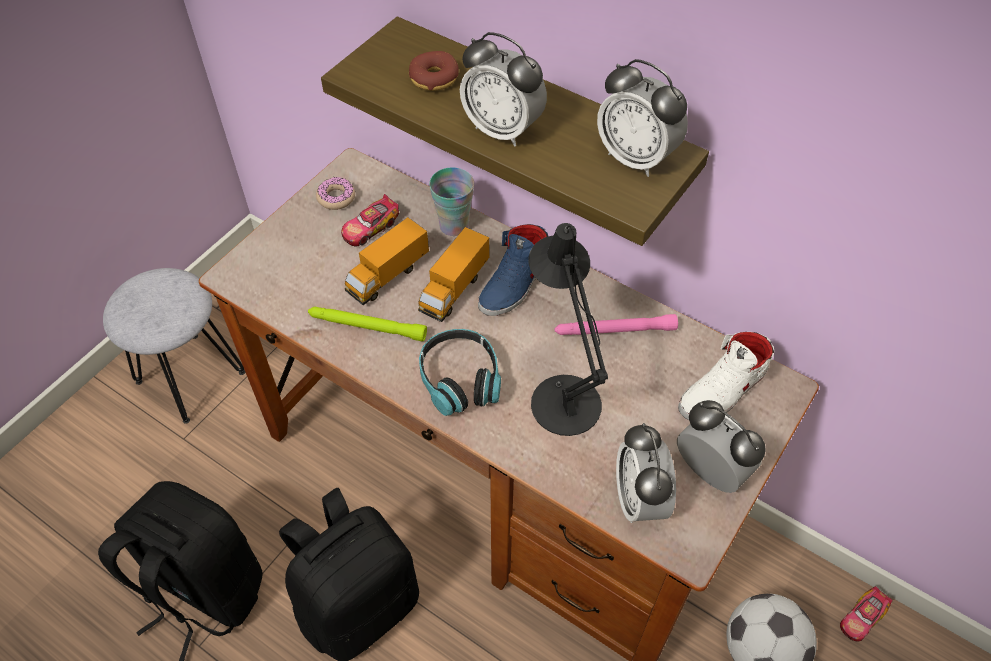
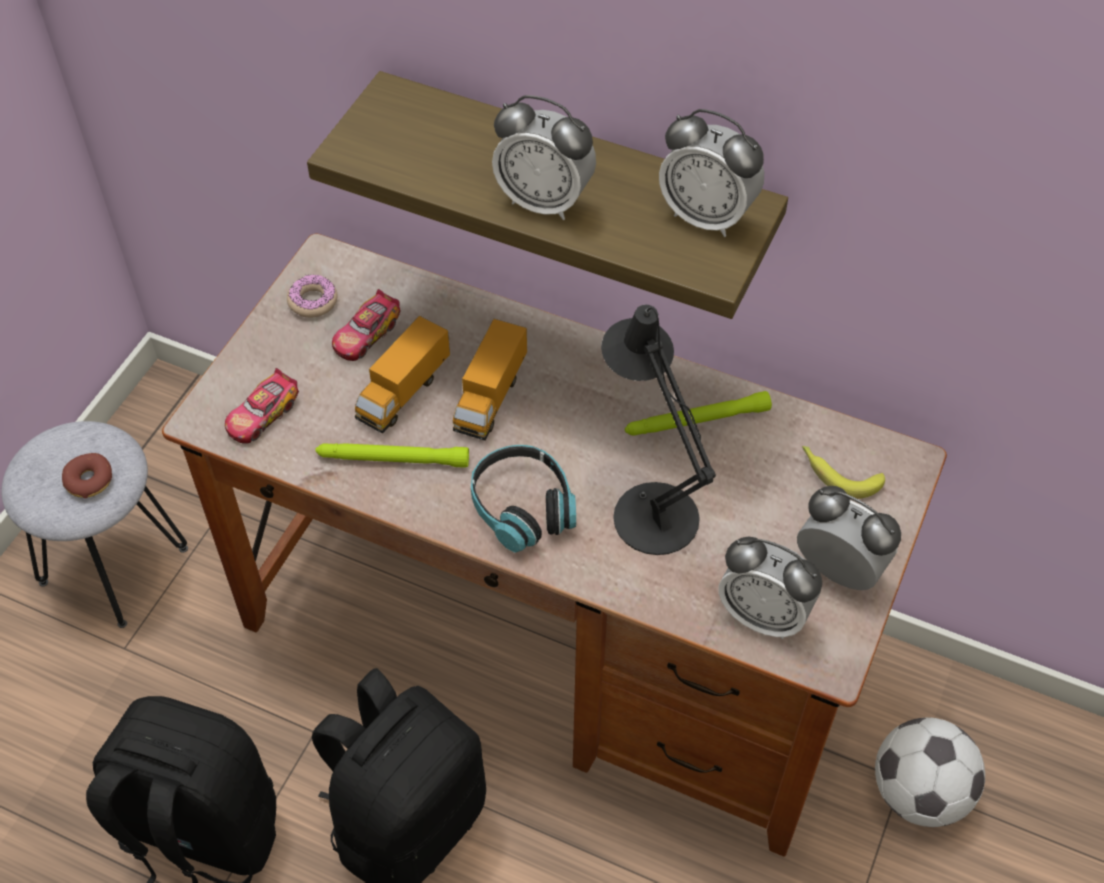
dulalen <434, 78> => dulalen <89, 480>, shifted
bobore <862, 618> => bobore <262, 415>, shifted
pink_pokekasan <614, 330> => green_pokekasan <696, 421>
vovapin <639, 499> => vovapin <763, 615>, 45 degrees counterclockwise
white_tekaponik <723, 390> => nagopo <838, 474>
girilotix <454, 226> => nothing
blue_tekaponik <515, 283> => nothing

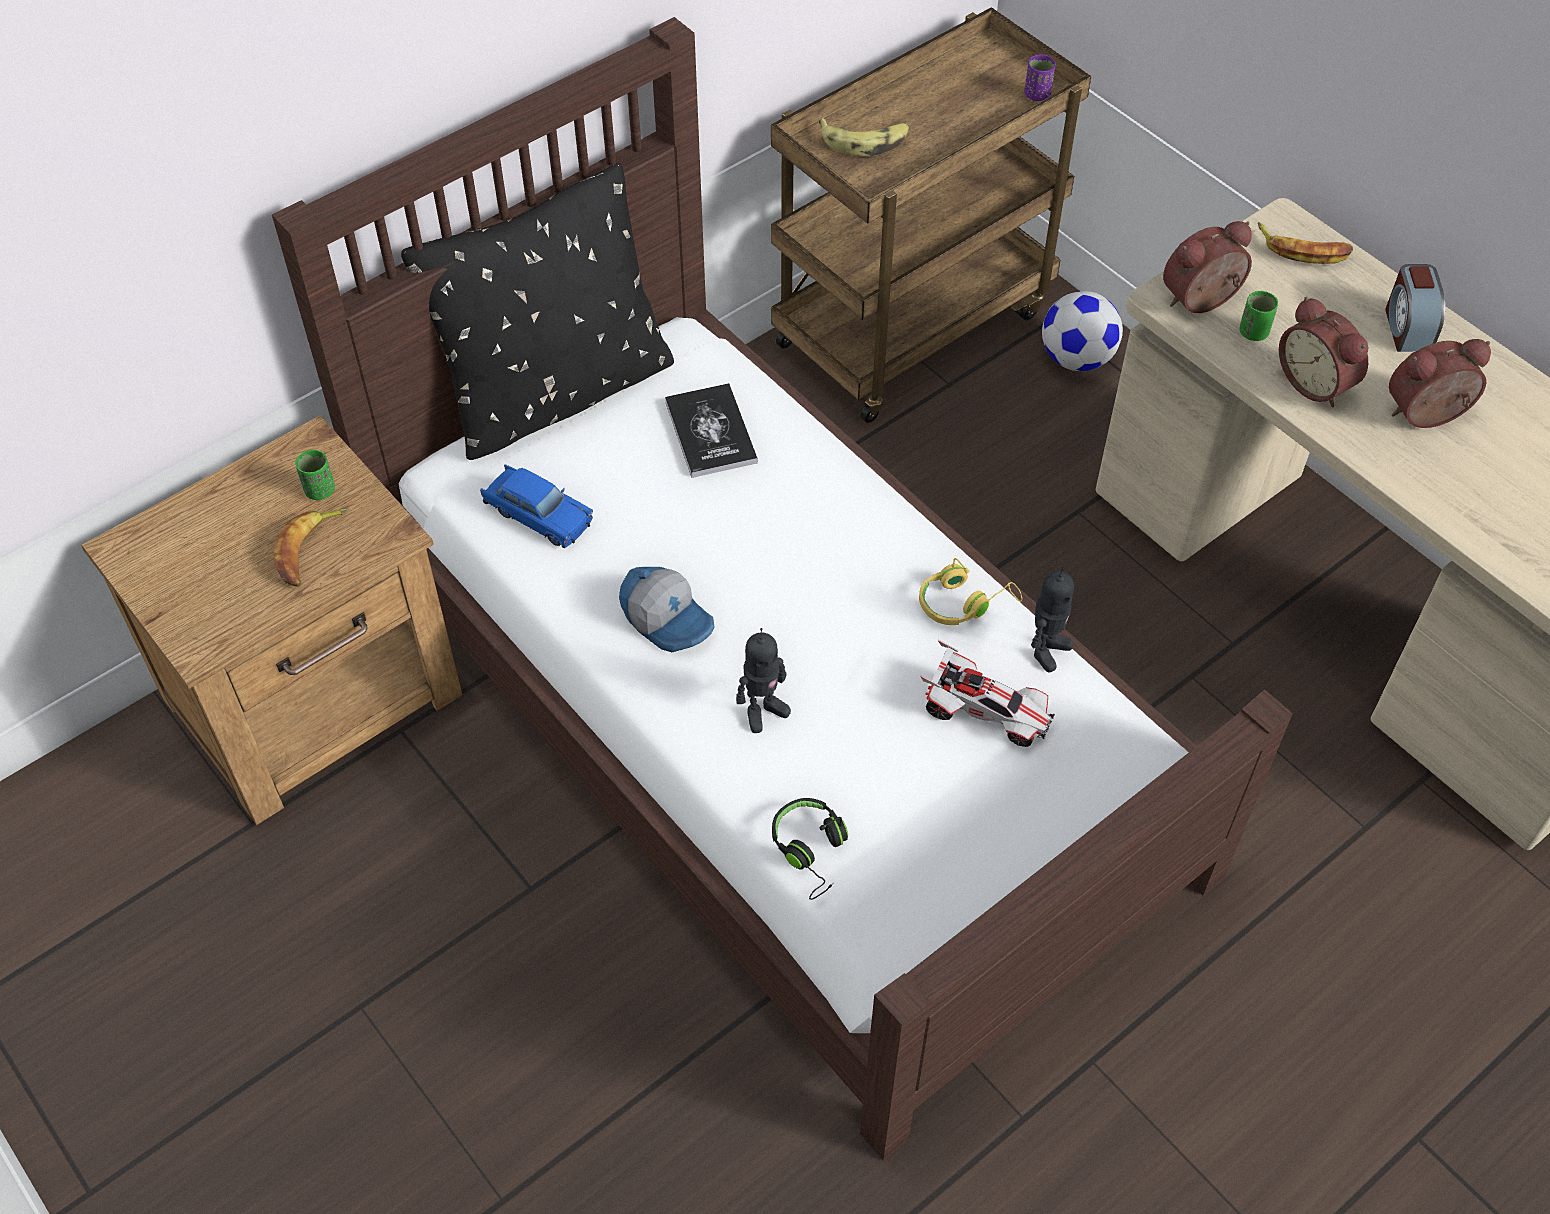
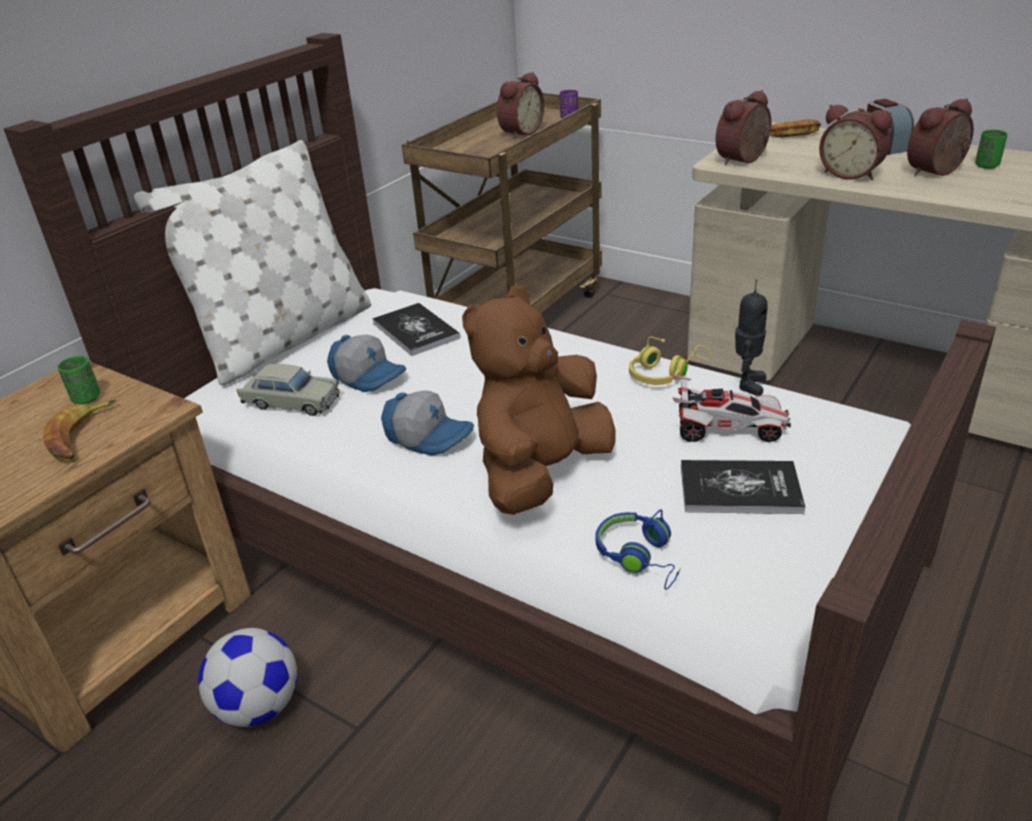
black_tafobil <558, 394> => white_tafobil <285, 339>
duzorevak <1077, 358> => duzorevak <259, 707>, shifted
blue_bobore <538, 514> => beige_bobore <291, 402>
nothing => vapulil <369, 376>
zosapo <763, 711> => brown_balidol <541, 473>
nothing => vovapin <519, 133>
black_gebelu <811, 850> => blue_gebelu <640, 557>
nothing => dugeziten <740, 489>
green_girilotix <1253, 332> => green_girilotix <987, 166>, shifted
nagopo <865, 141> => nothing

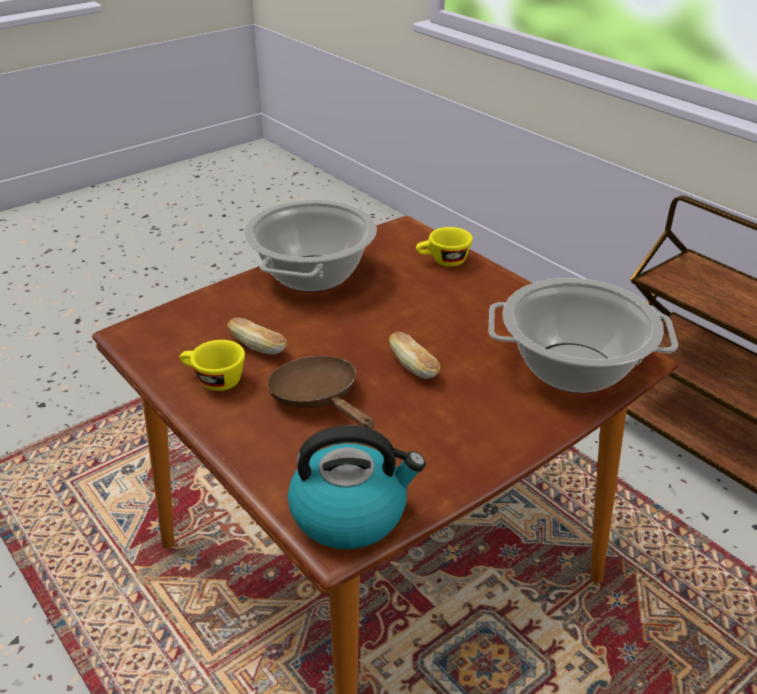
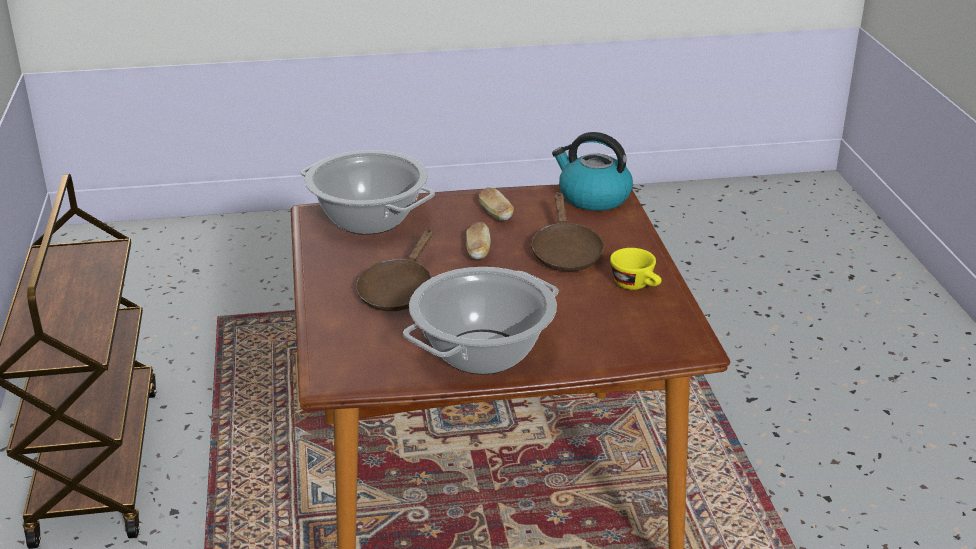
nothing => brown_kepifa <398, 291>
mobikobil <258, 347> => mobikobil <495, 215>, shifted
yellow_girilotix <443, 261> => nothing

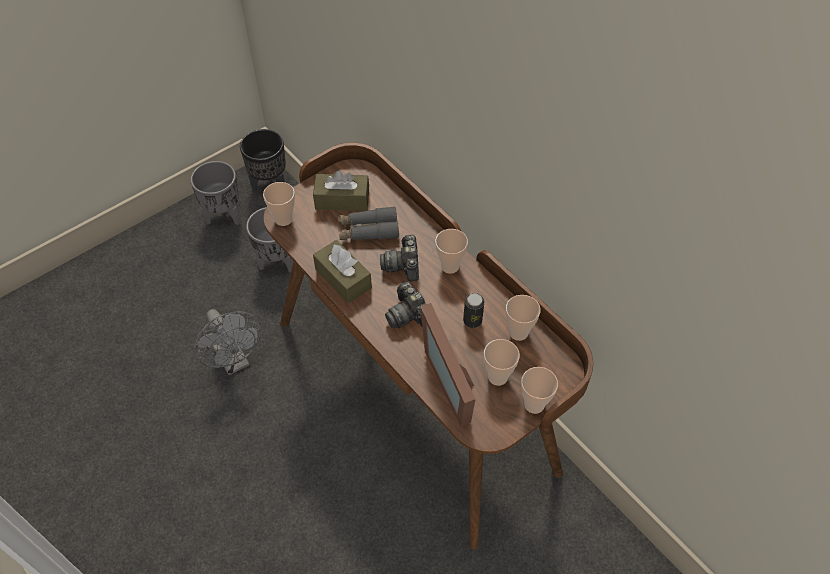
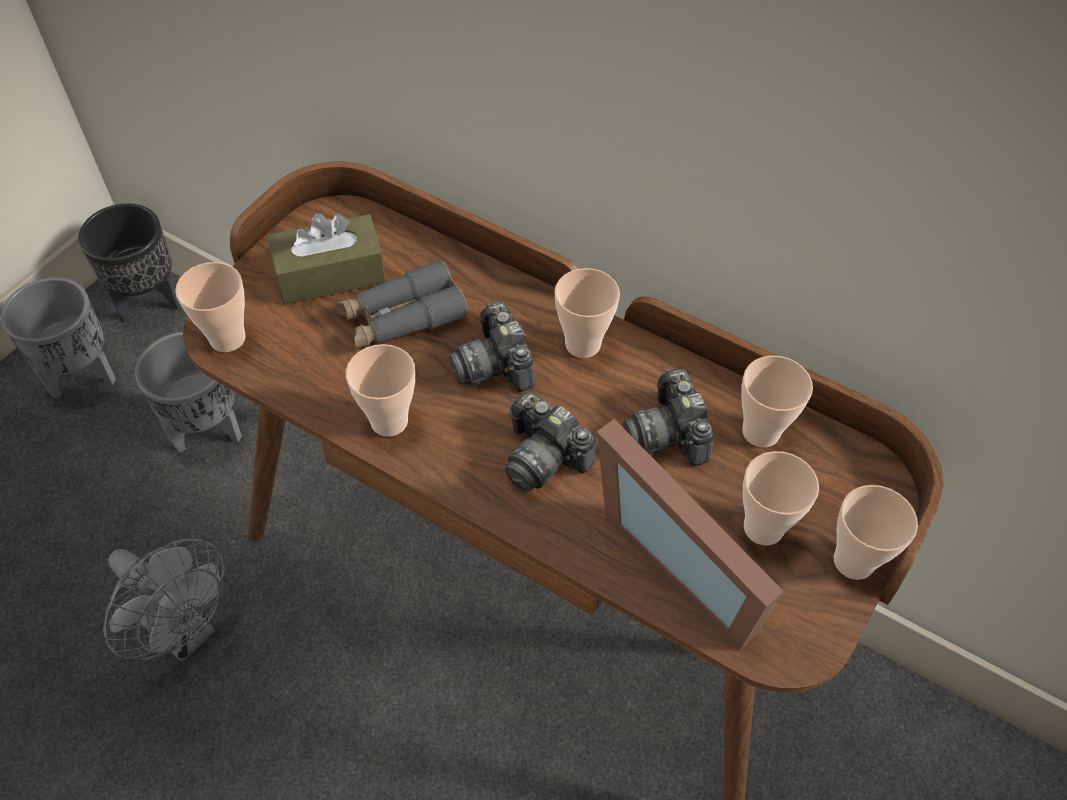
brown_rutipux <343, 278> => girilotix <389, 421>
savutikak <472, 320> => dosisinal <668, 434>

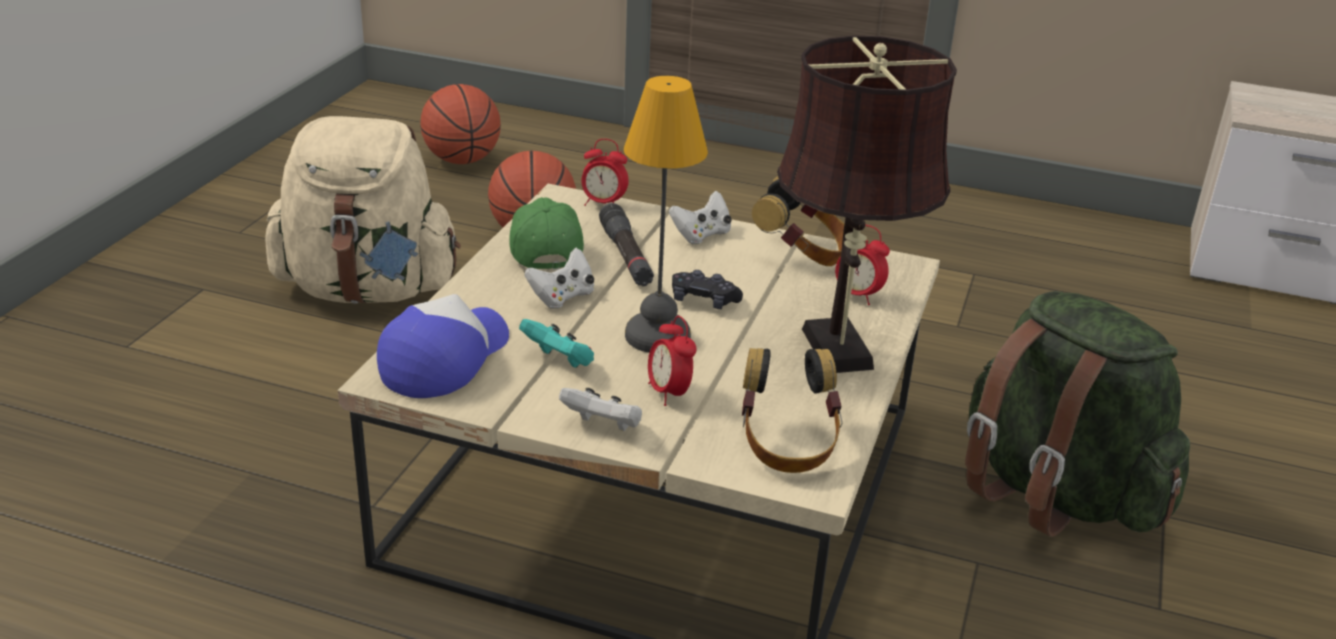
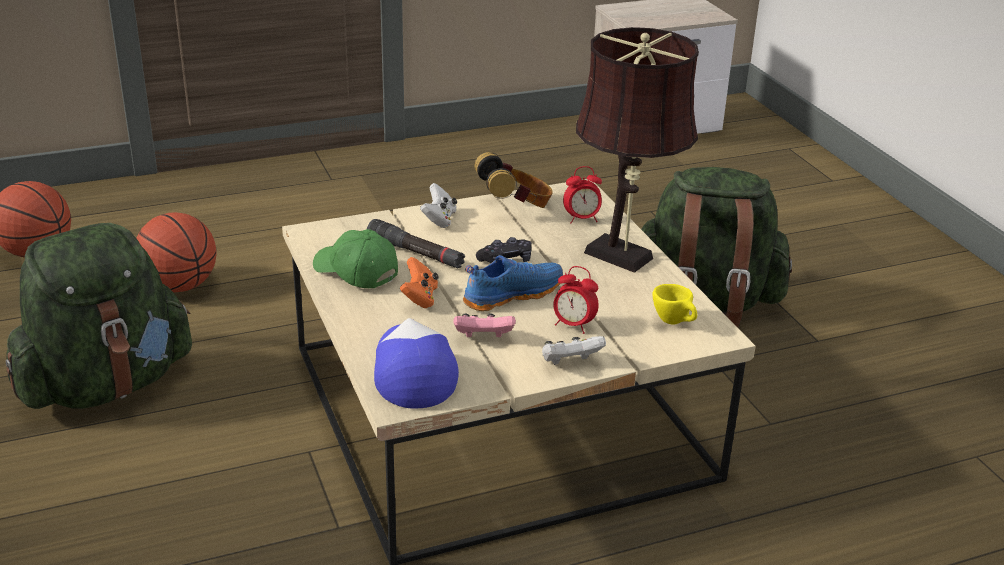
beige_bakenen <368, 289> => green_bakenen <107, 384>
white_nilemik <562, 297> => orange_nilemik <420, 298>
turquoise_nilemik <559, 361> => pink_nilemik <483, 338>
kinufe <656, 334> => blue_tekaponik <511, 294>
gebelu <787, 445> => yellow_girilotix <675, 322>
vovapin <603, 204> => nothing

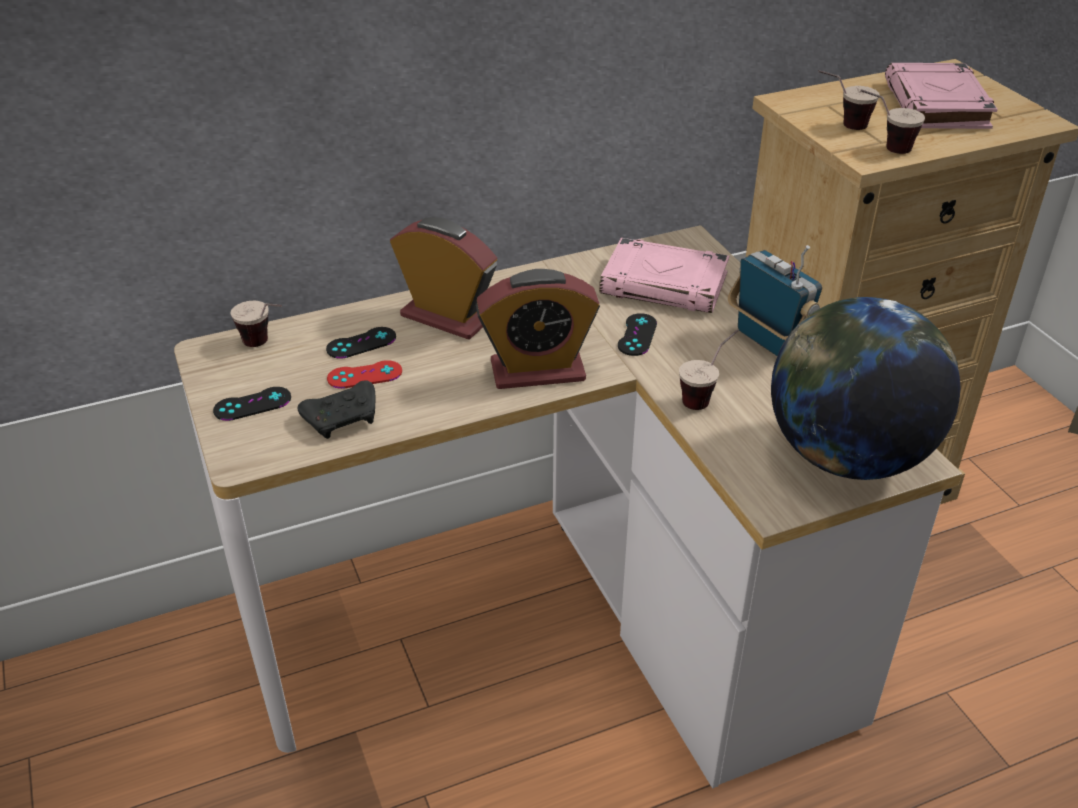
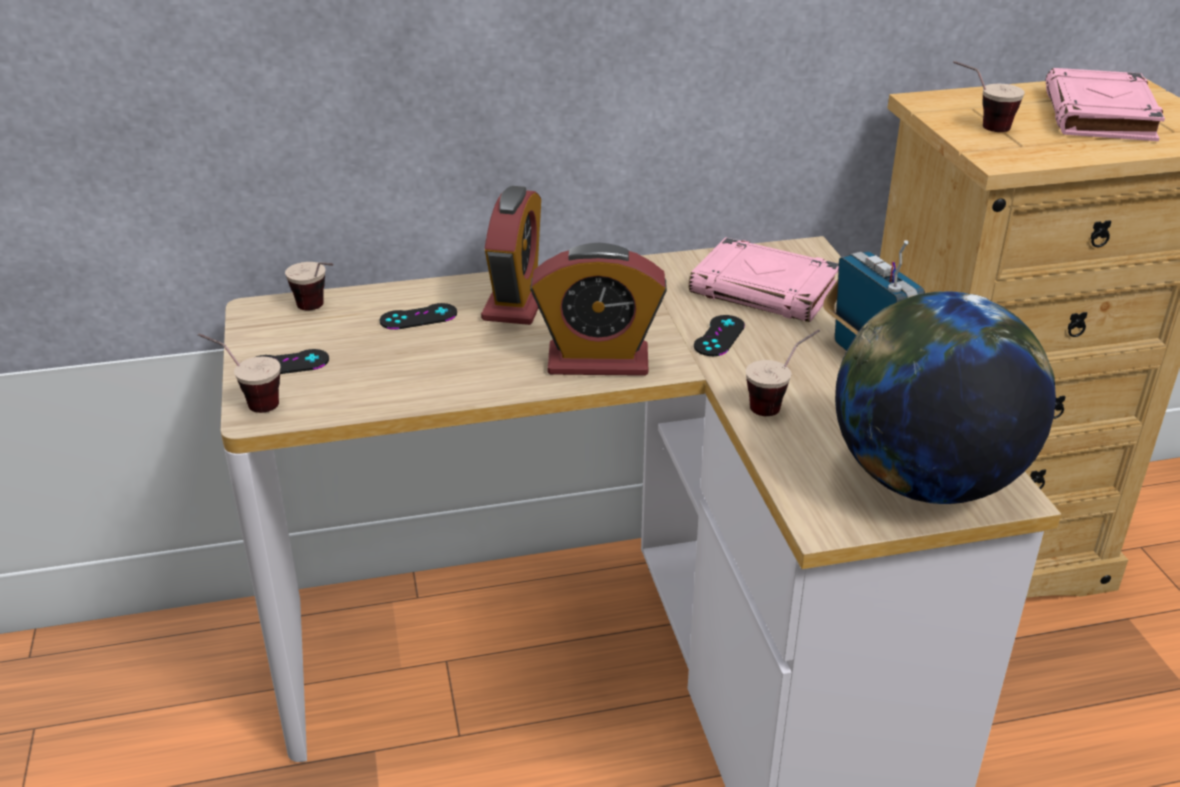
girilotix <883, 148> => girilotix <247, 402>, shifted
vovapin <447, 317> => vovapin <516, 301>, 60 degrees clockwise
black_nilemik <344, 419> => nothing
red_nilemik <365, 375> => nothing

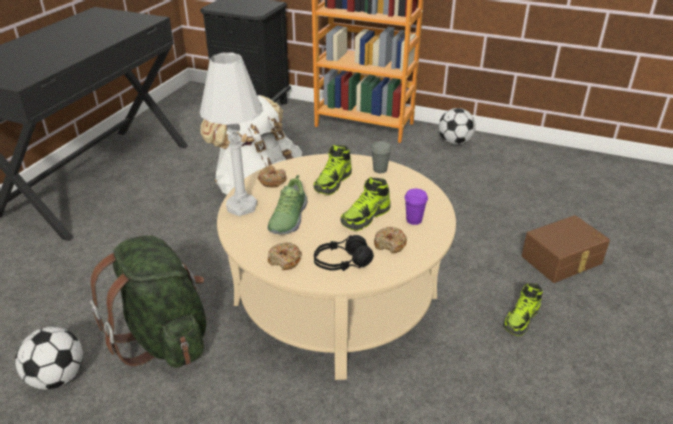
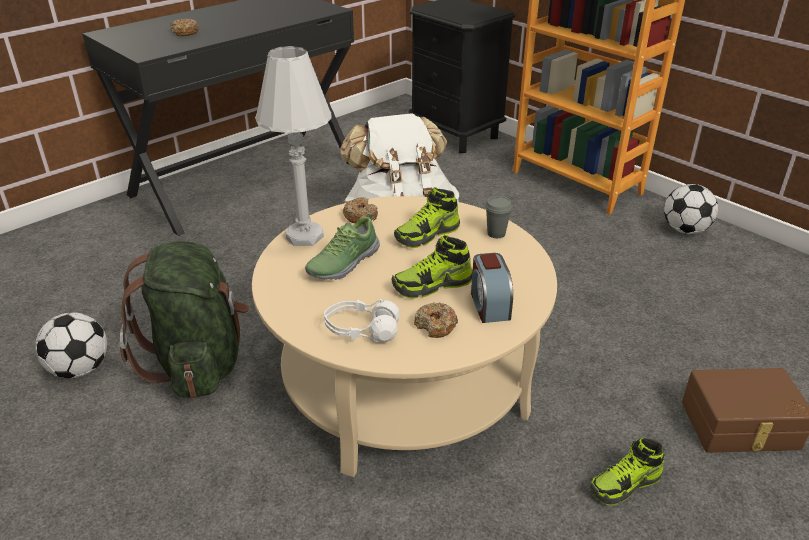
dulalen <285, 260> => dulalen <185, 32>, shifted
black_gebelu <342, 263> => white_gebelu <361, 330>
purple_girilotix <414, 220> => vovapin <489, 305>

